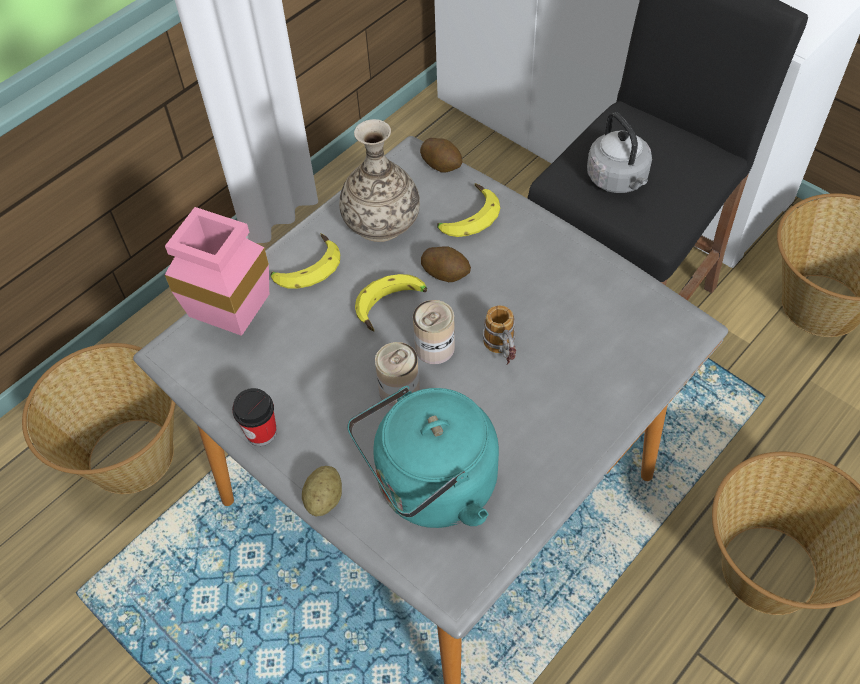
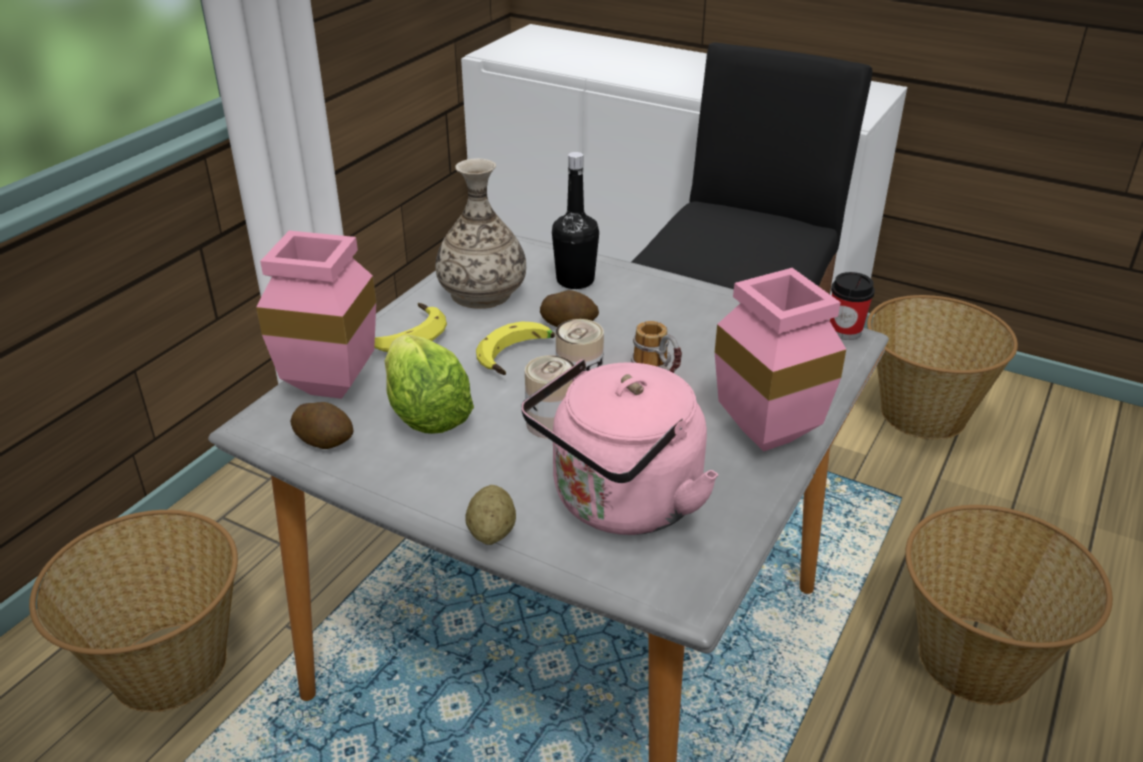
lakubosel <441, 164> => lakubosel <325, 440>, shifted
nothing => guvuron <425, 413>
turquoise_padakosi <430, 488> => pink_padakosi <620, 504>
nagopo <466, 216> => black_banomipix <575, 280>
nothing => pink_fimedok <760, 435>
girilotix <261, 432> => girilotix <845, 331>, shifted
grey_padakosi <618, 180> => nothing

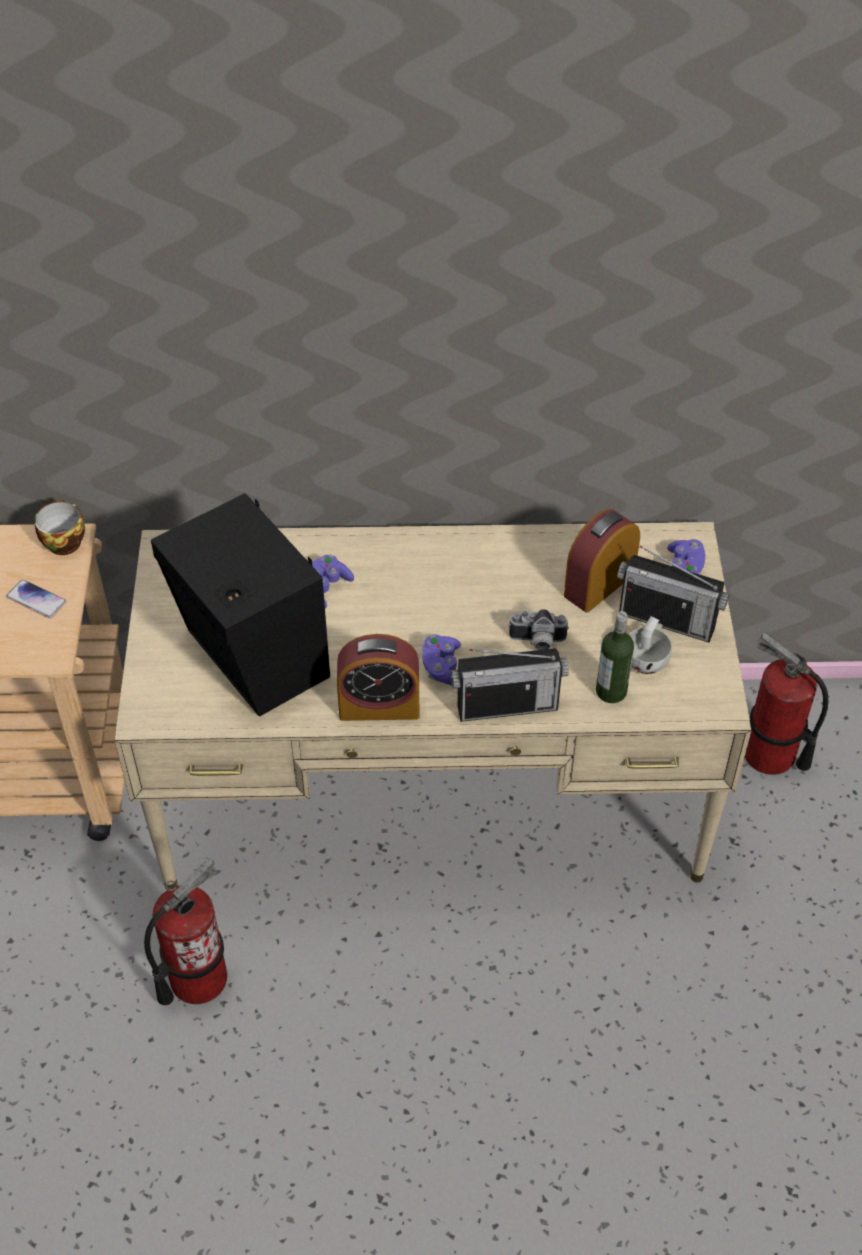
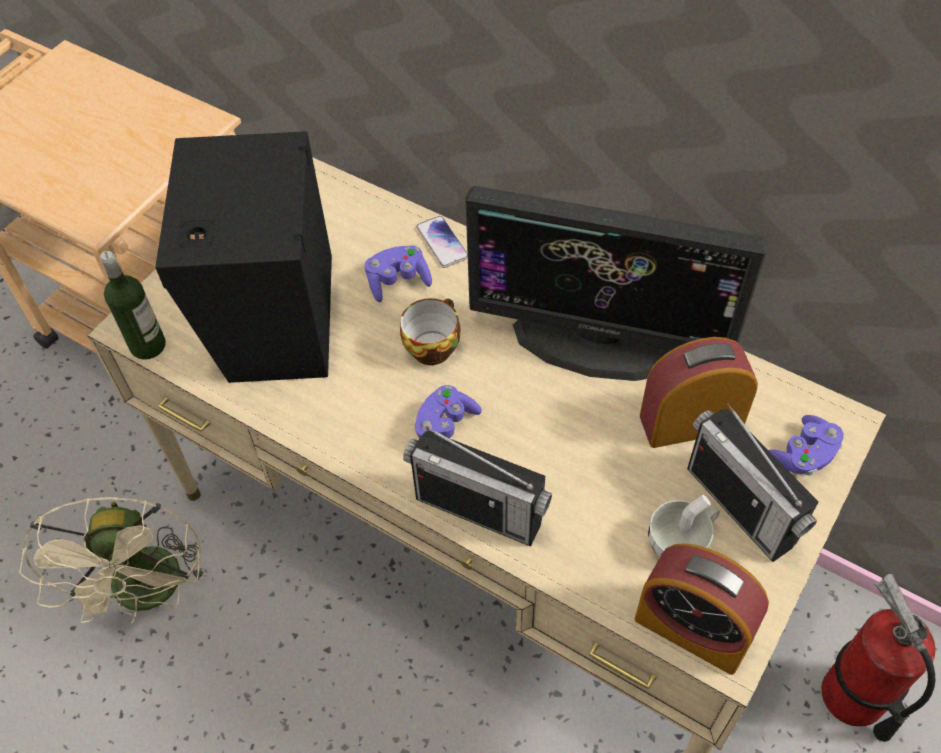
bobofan <197, 978> => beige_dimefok <149, 594>
banomipix <611, 691> => banomipix <148, 345>, shifted
girilotix <63, 541> => girilotix <432, 346>, shifted
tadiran <36, 600> => tadiran <442, 242>, shifted
nothing => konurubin <598, 340>
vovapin <379, 706> => vovapin <692, 628>, shifted
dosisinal <537, 642> => nothing

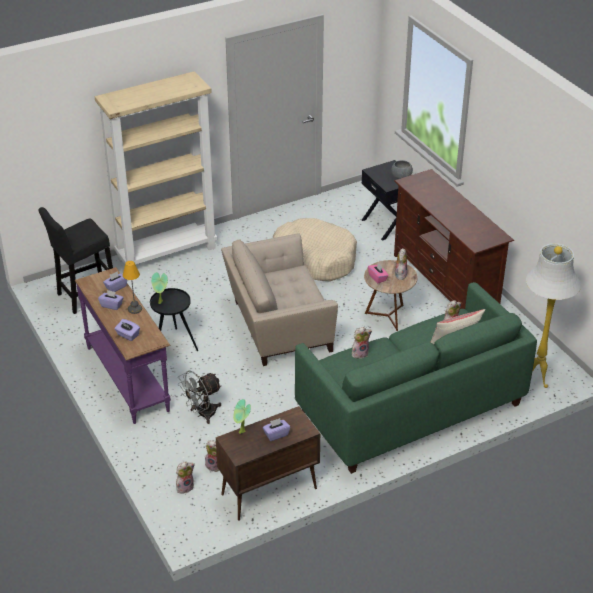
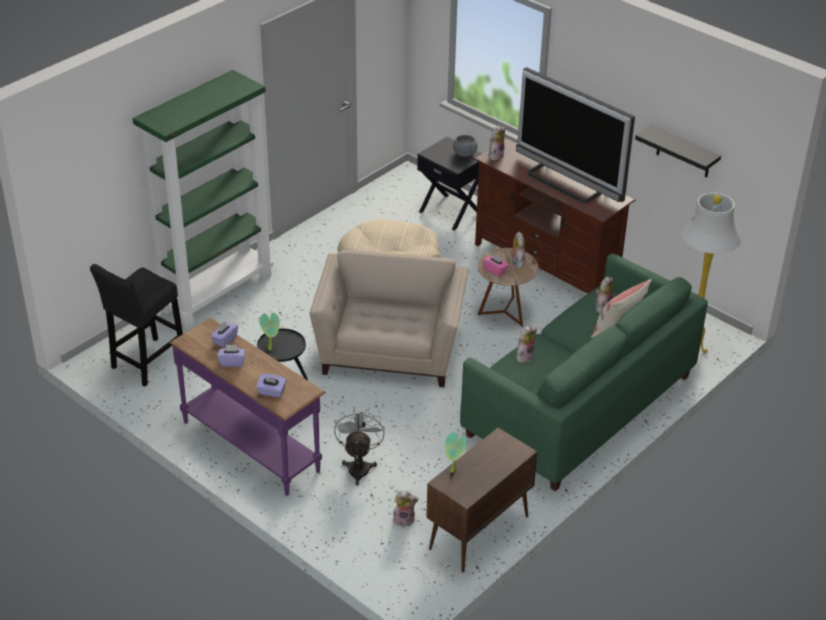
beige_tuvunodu <167, 252> => green_tuvunodu <217, 292>
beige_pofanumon <278, 326> => beige_pofanumon <391, 350>, 135 degrees clockwise
grey_dimefok <202, 414> => grey_dimefok <359, 466>, 150 degrees clockwise
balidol <185, 487> => balidol <495, 155>, shifted
nothing => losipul <565, 182>
nothing => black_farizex <683, 152>
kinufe <134, 309> => nothing
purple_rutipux <276, 434> => nothing

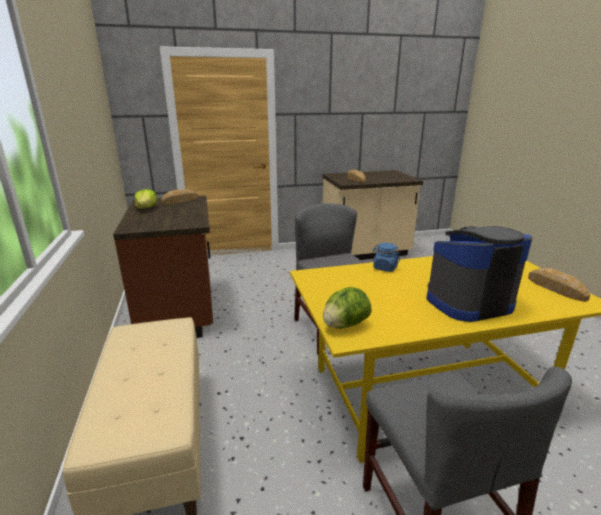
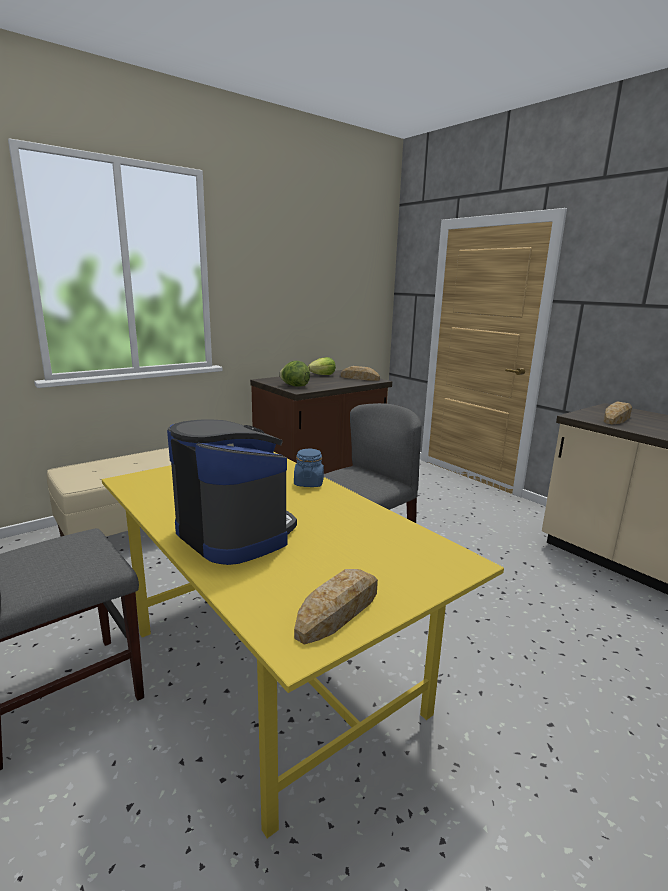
guvuron <345, 325> => guvuron <294, 386>, shifted

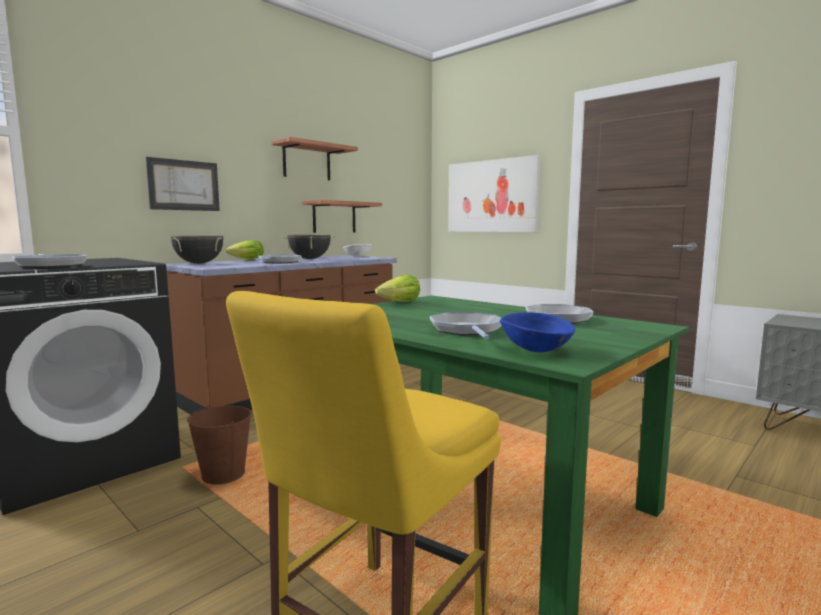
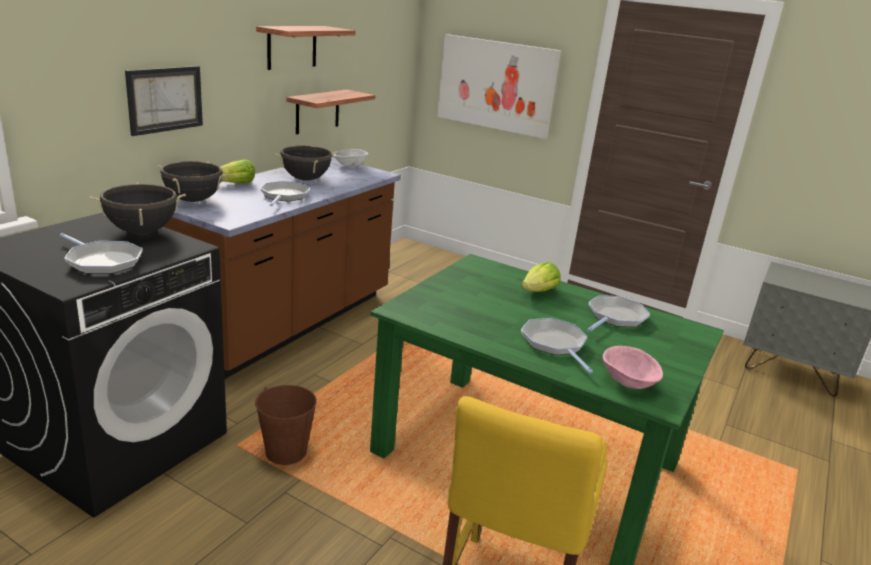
nothing => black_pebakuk <142, 231>
guvuron <400, 302> => guvuron <539, 292>, shifted
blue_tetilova <536, 350> => pink_tetilova <628, 382>

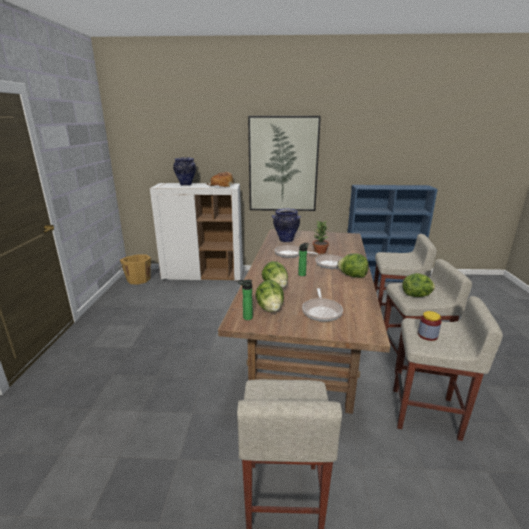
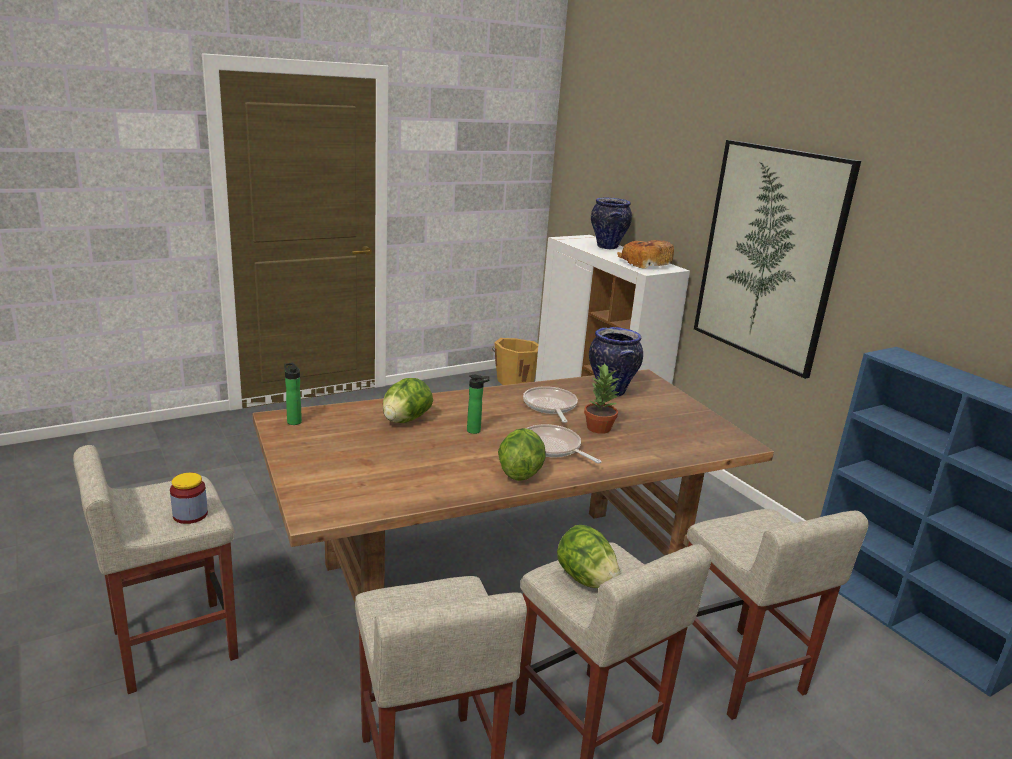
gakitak <427, 335> => gakitak <190, 515>, shifted
guvuron <270, 309> => nothing
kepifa <322, 311> => nothing

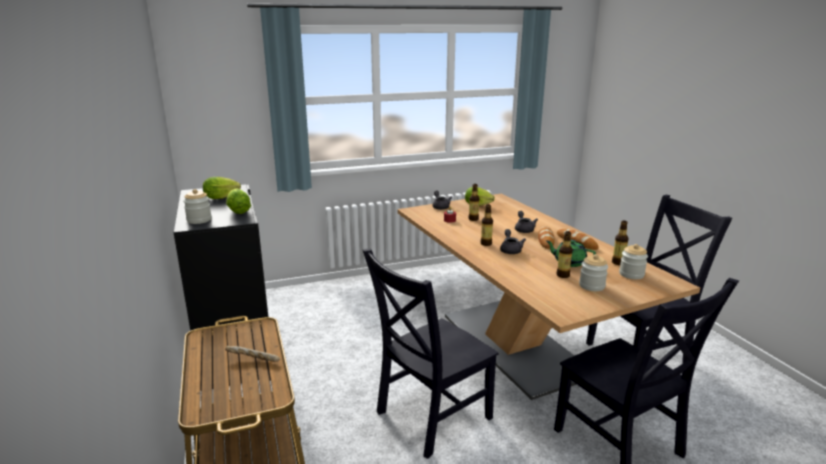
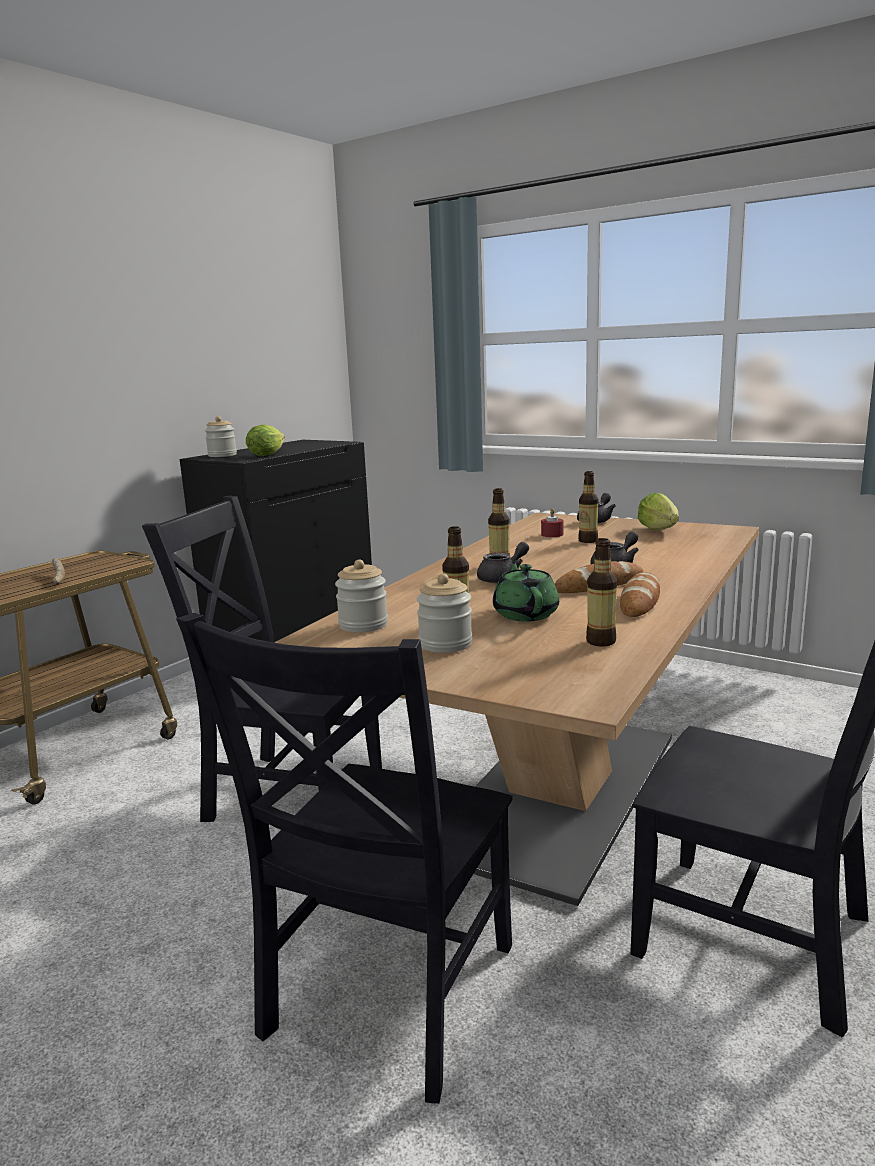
gakitak <631, 274> => gakitak <363, 625>, shifted
guvuron <223, 197> => nothing

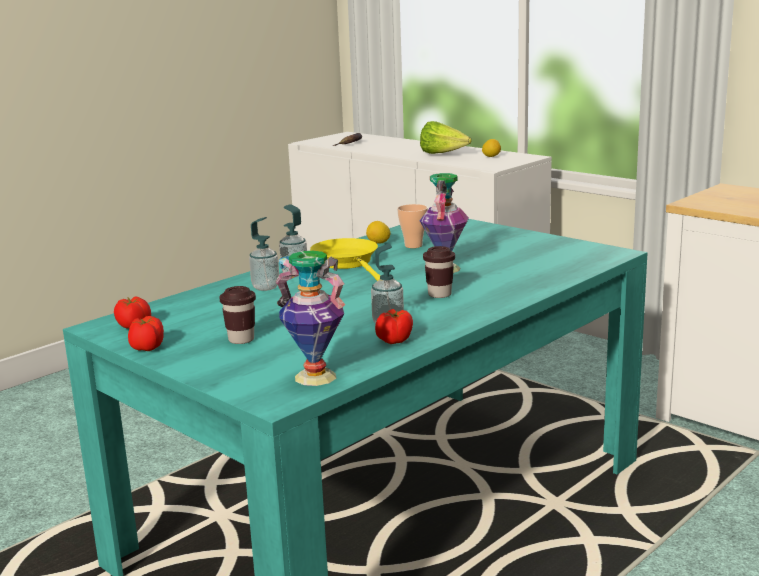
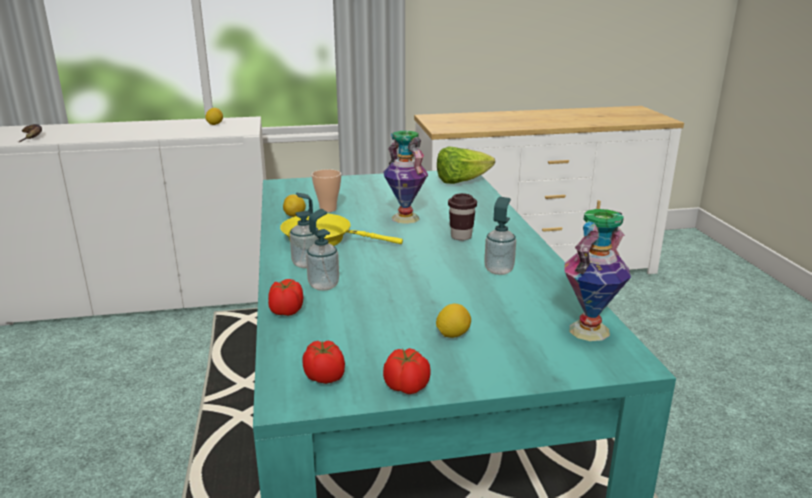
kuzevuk <394, 340> => kuzevuk <286, 311>, shifted
brown_girilotix <241, 339> => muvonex <453, 335>
guvuron <442, 154> => guvuron <461, 181>, shifted

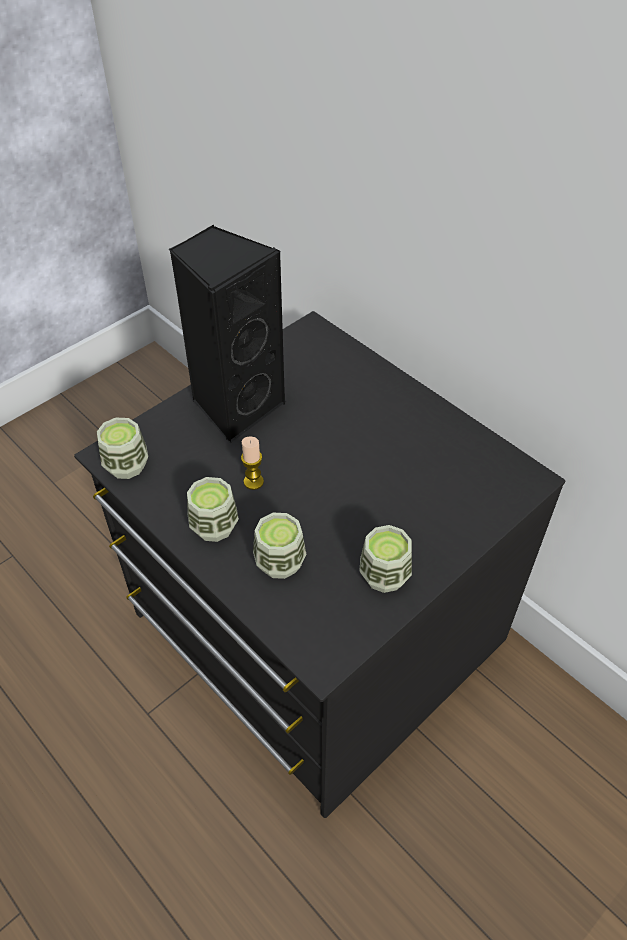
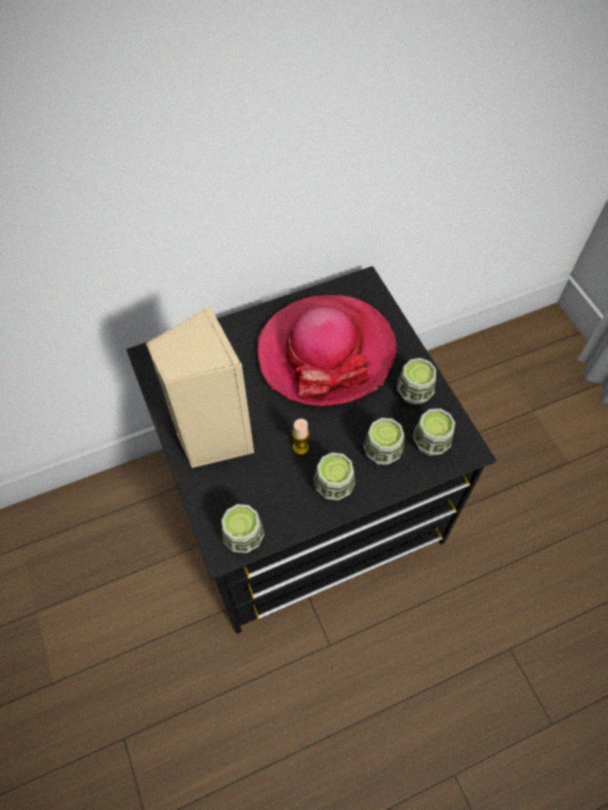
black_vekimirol <236, 406> => beige_vekimirol <213, 437>
nothing => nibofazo <326, 352>
nothing => girilotix <431, 442>

